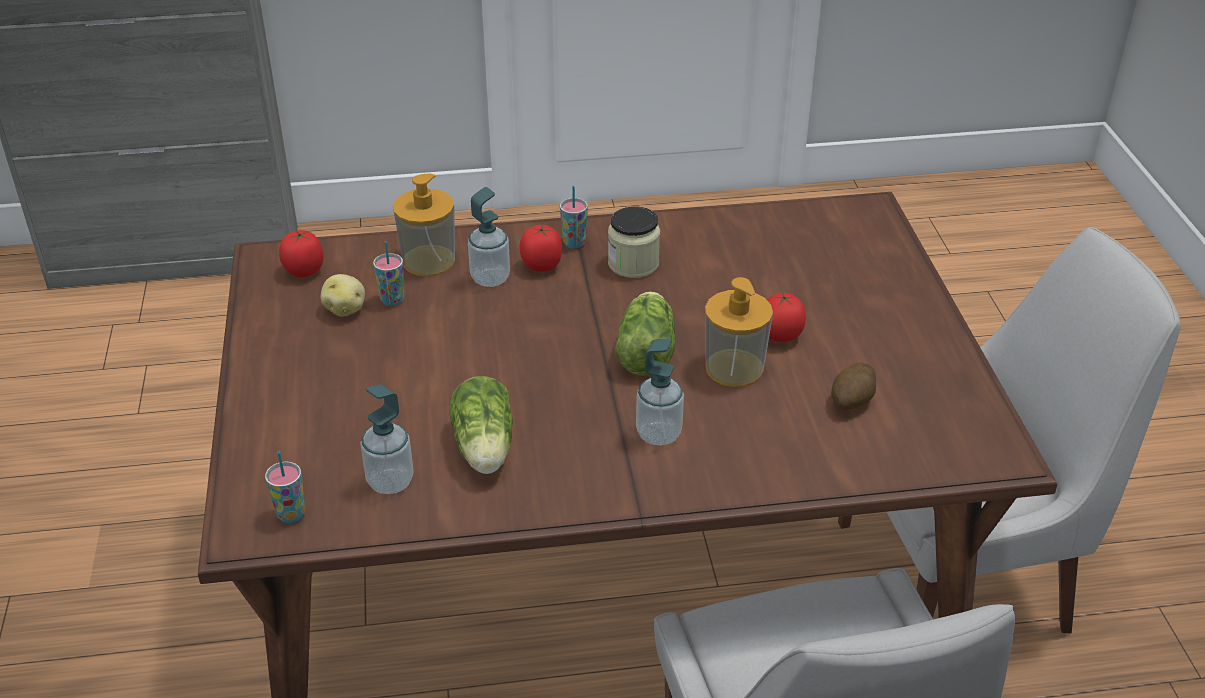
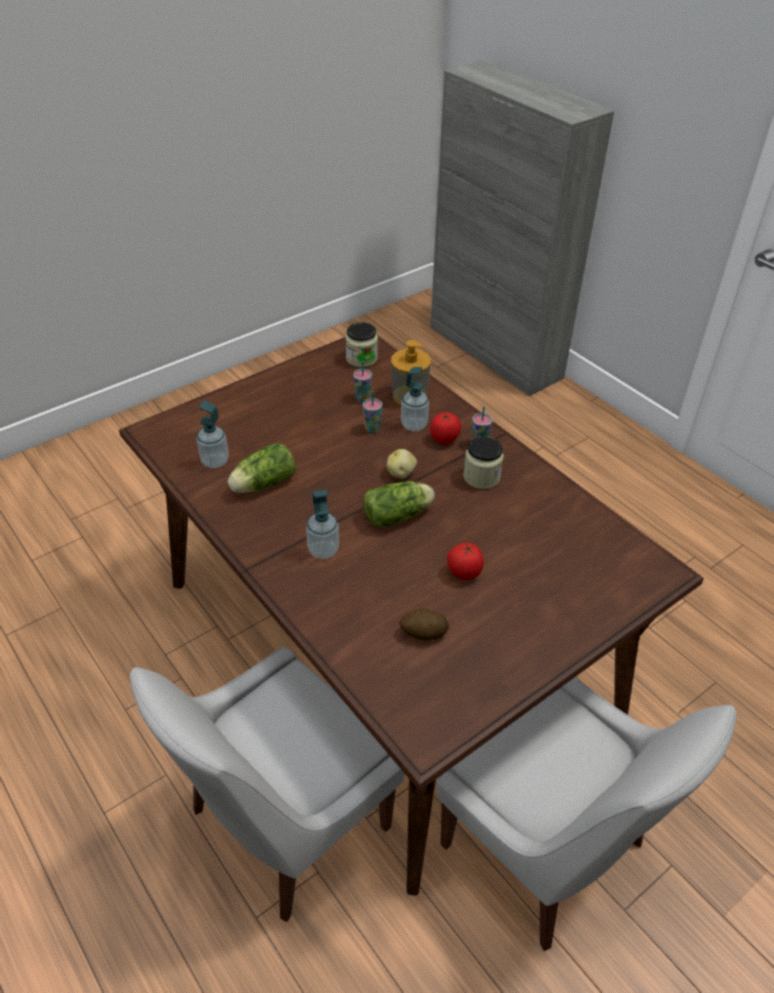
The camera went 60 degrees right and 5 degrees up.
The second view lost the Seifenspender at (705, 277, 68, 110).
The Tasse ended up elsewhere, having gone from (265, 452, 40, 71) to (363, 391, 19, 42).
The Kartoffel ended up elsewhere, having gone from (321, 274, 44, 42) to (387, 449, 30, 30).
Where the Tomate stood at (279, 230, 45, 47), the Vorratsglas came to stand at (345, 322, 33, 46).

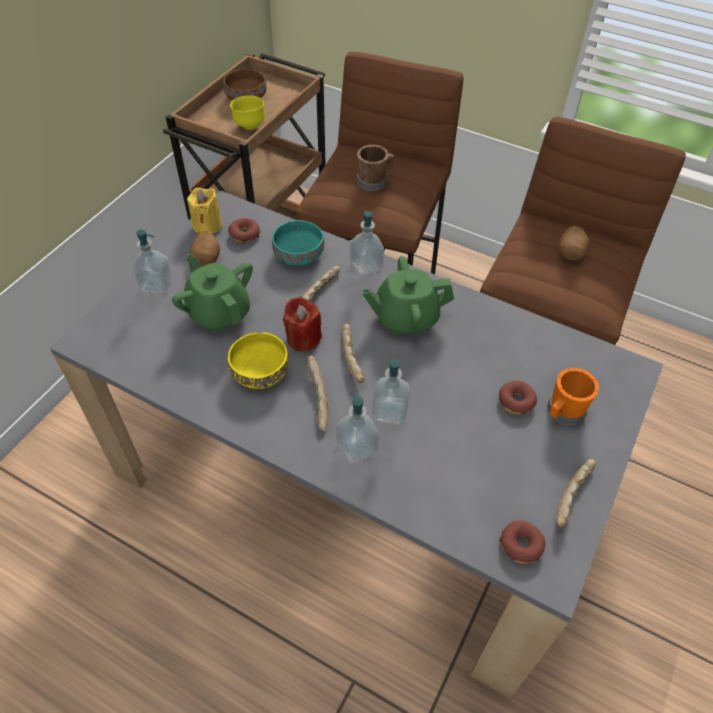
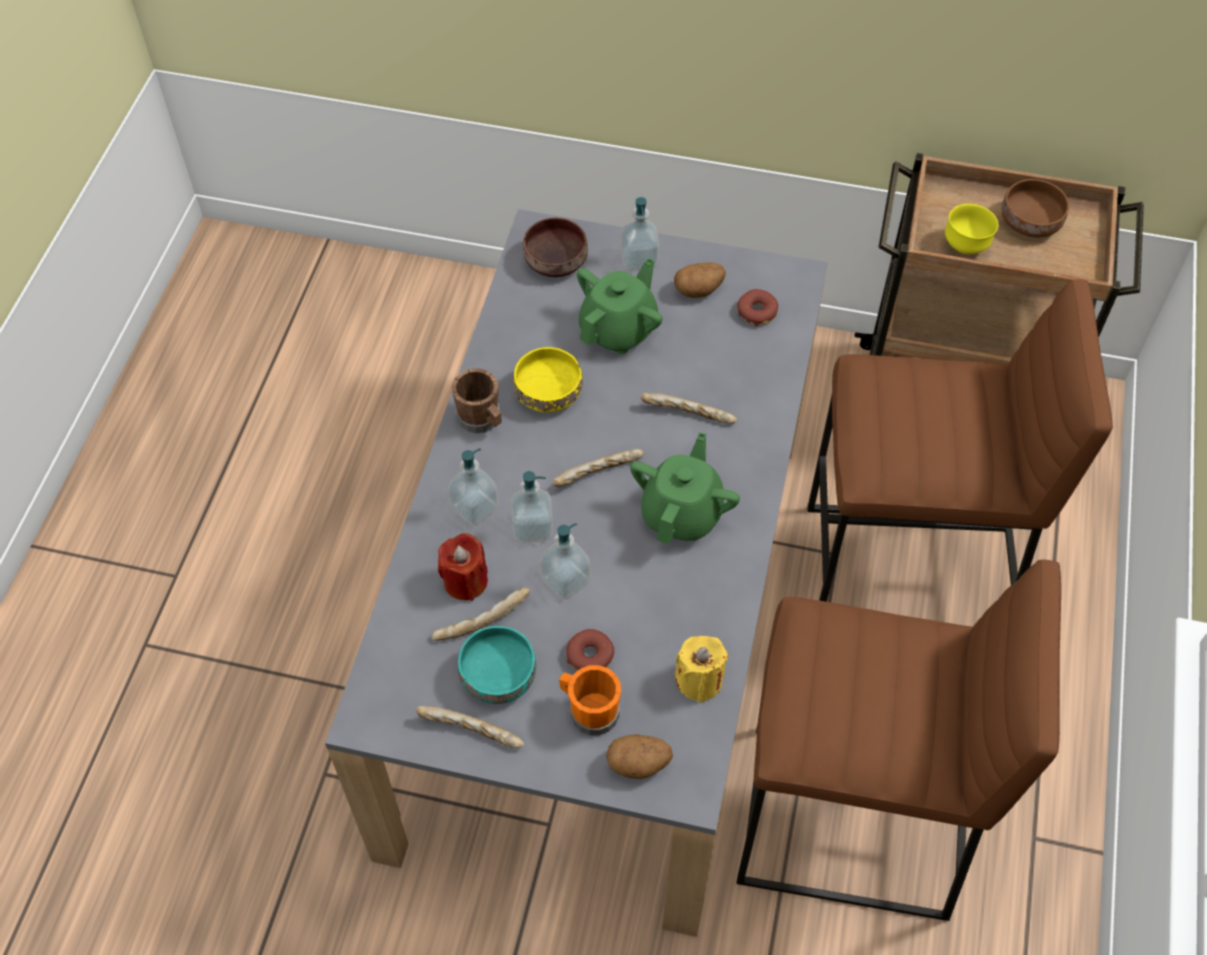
The camera went 75 degrees right and 5 degrees up.
The second view lost the Donut at (499, 520, 46, 44).
The second view gained the Schüssel [braun] at (523, 218, 65, 59).
The Kerze [gelb] ended up elsewhere, having gone from (187, 188, 35, 47) to (675, 636, 53, 67).
The Schüssel [türkis] ended up elsewhere, having gone from (272, 220, 52, 45) to (458, 626, 78, 78).
The Kerze [rot] ended up elsewhere, having gone from (283, 296, 39, 56) to (438, 533, 50, 68).
The Brot ended up elsewhere, having gone from (307, 355, 22, 76) to (432, 587, 98, 54).
The Seifenspender ended up elsewhere, having gone from (350, 210, 34, 65) to (540, 523, 51, 76).
The Henkelbecher [braun] ended up elsewhere, having gone from (357, 145, 38, 46) to (452, 368, 50, 66).
The Kartoffel ended up elsewhere, having gone from (558, 226, 31, 34) to (606, 735, 67, 44).
The Teekanne [grün] at (362, 256, 92, 79) ended up facing another way, 45 degrees clockwise from before.

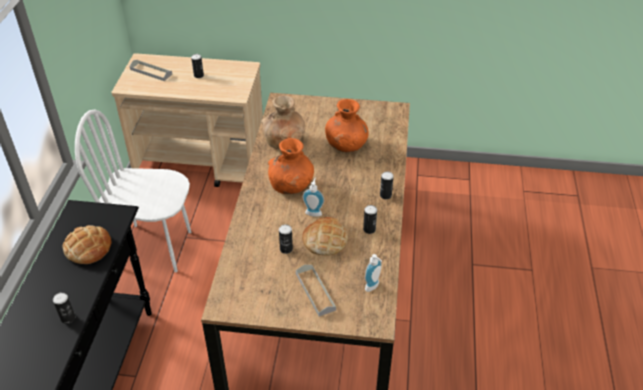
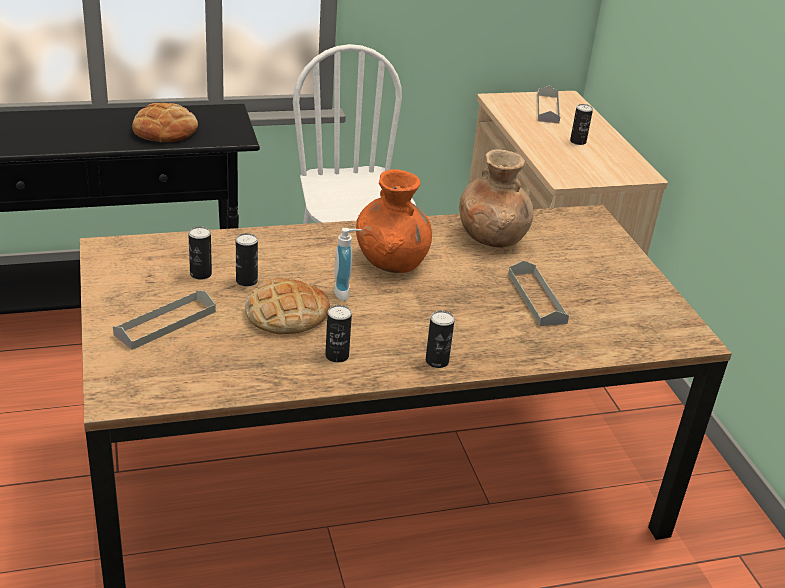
The camera went 65 degrees right and 10 degrees down.
The second view lost the Seifenspender at (365, 254, 17, 38).
The Dose ended up elsewhere, having gone from (53, 292, 22, 32) to (188, 226, 24, 54).
Where the Vase [orange] stood at (325, 99, 44, 53), the Tablett [grau] came to stand at (508, 260, 61, 66).

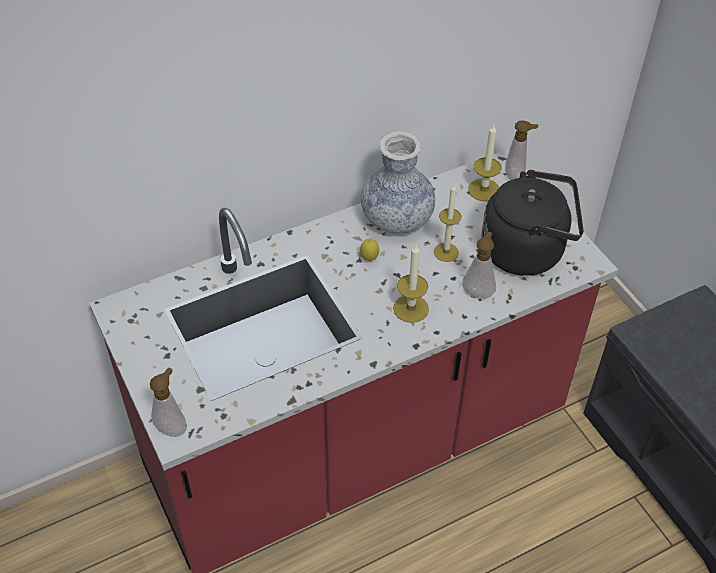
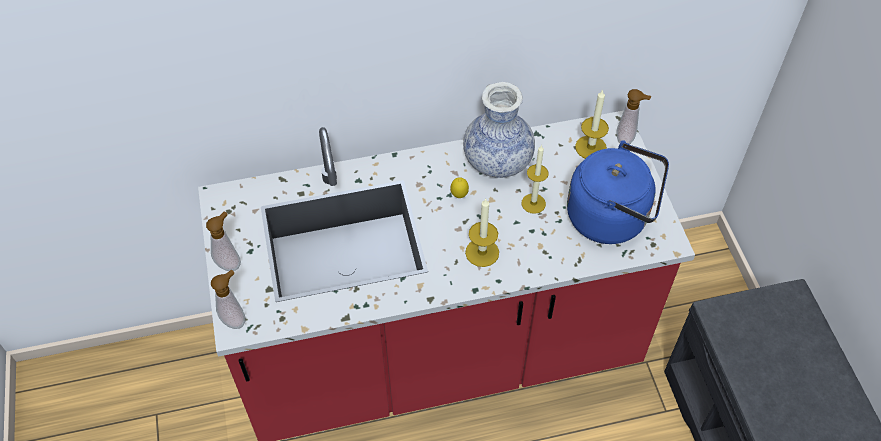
The camera went 15 degrees right and 5 degrees up.
The Seifenspender ended up elsewhere, having gone from (462, 232, 34, 67) to (206, 211, 35, 60).
What was the Wasserkessel [schwarz] at (481, 170, 102, 106) turned into the Wasserkessel [blau] at (567, 140, 102, 104).

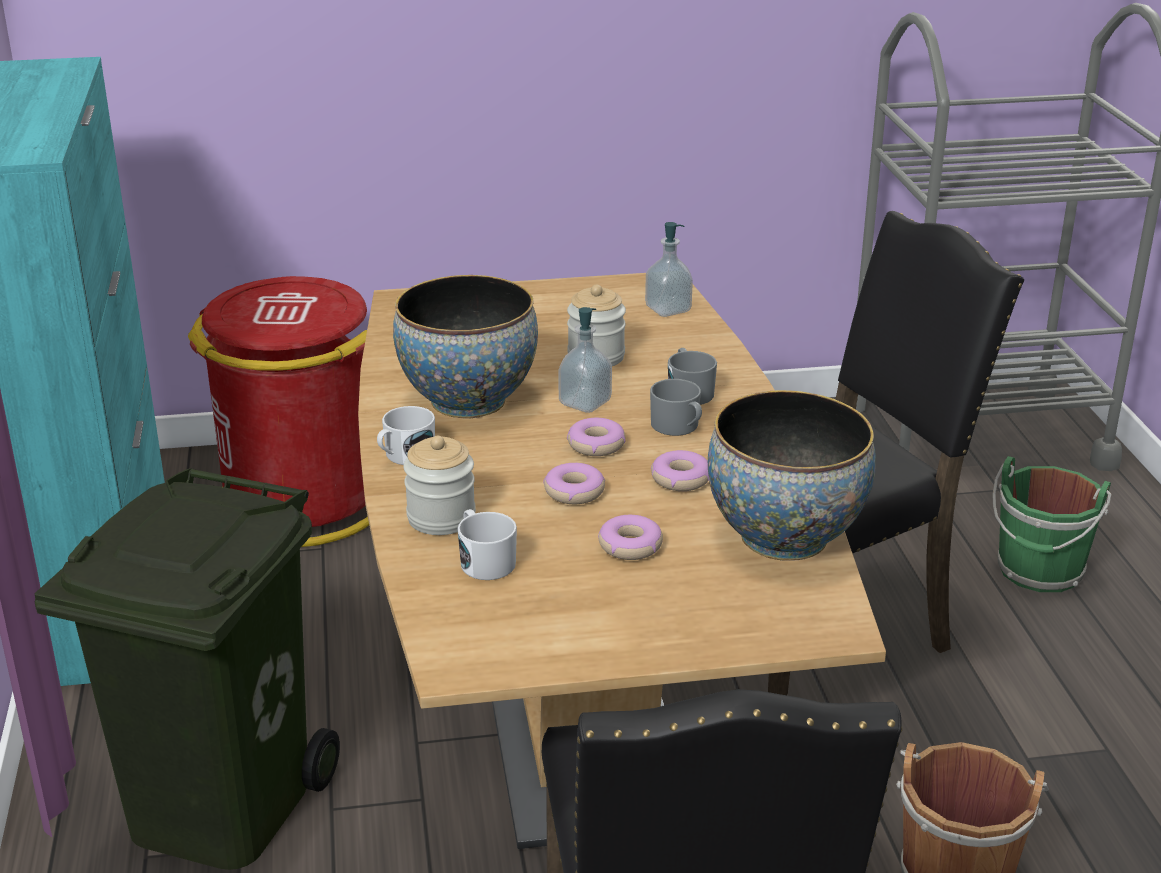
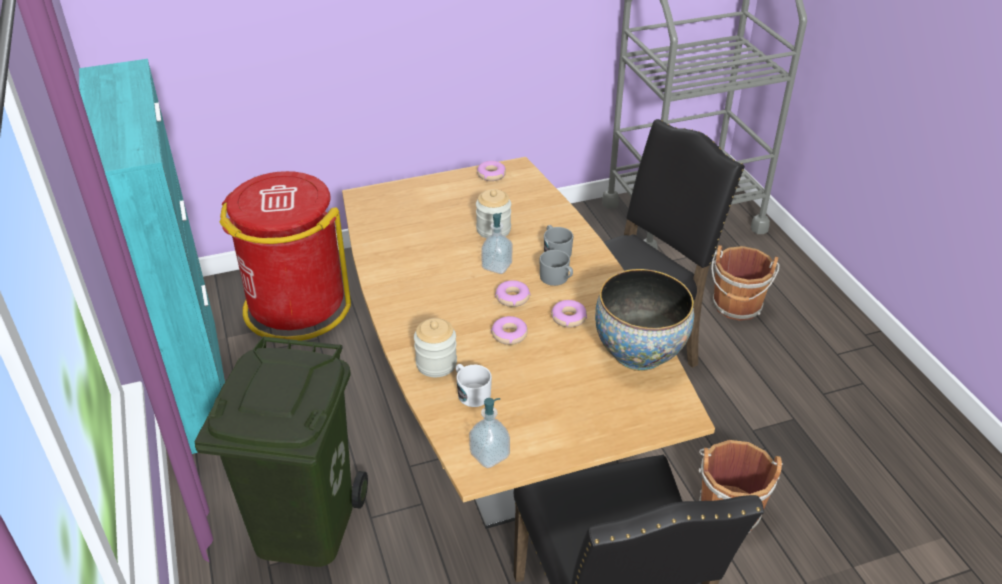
The camera went 10 degrees left and 10 degrees up.
The second view lost the Henkelbecher [weiß] at (377, 406, 58, 59).
The second view lost the Schüssel at (393, 275, 145, 144).
The Donut ended up elsewhere, having gone from (598, 515, 65, 45) to (477, 161, 29, 20).
The Seifenspender ended up elsewhere, having gone from (645, 222, 48, 95) to (469, 398, 41, 70).
What was the Eimer [grün] at (992, 456, 119, 136) turned into the Eimer [braun] at (711, 245, 69, 76).

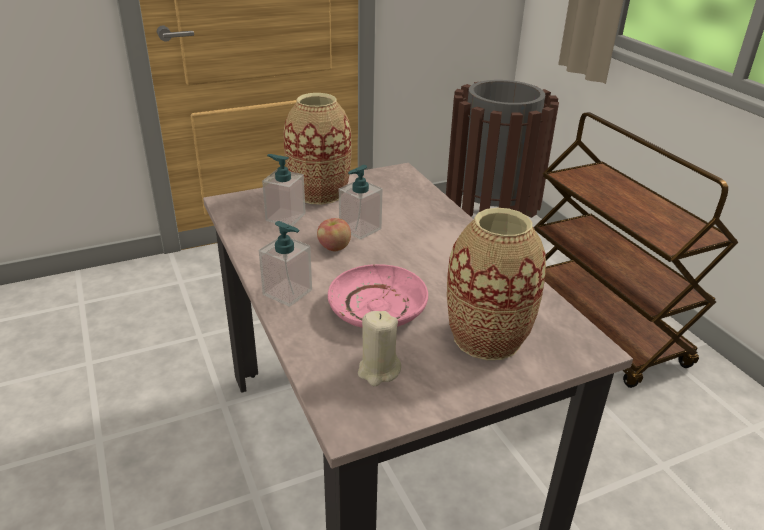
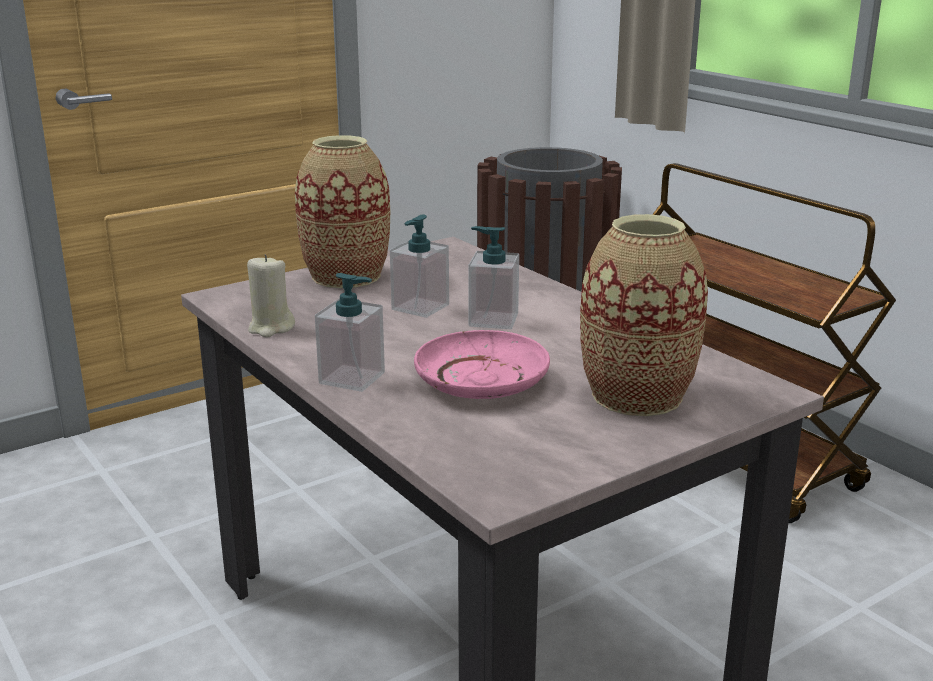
The camera went 10 degrees left and 10 degrees down.
The second view lost the Apfel at (317, 218, 34, 33).
The Seifenspender ended up elsewhere, having gone from (262, 154, 43, 72) to (468, 226, 51, 103).
The Kerze [beige] ended up elsewhere, having gone from (358, 311, 43, 75) to (247, 255, 48, 82).

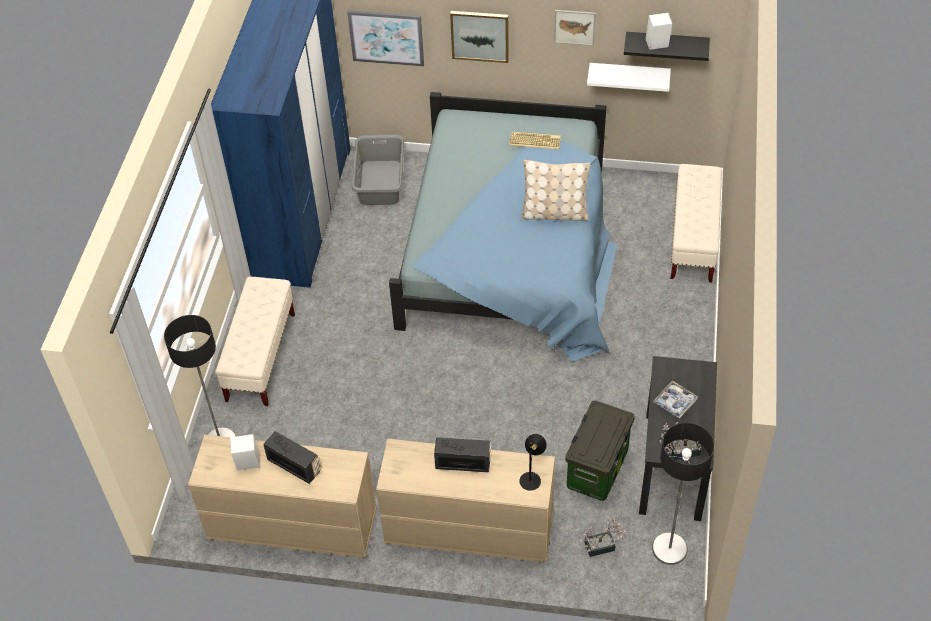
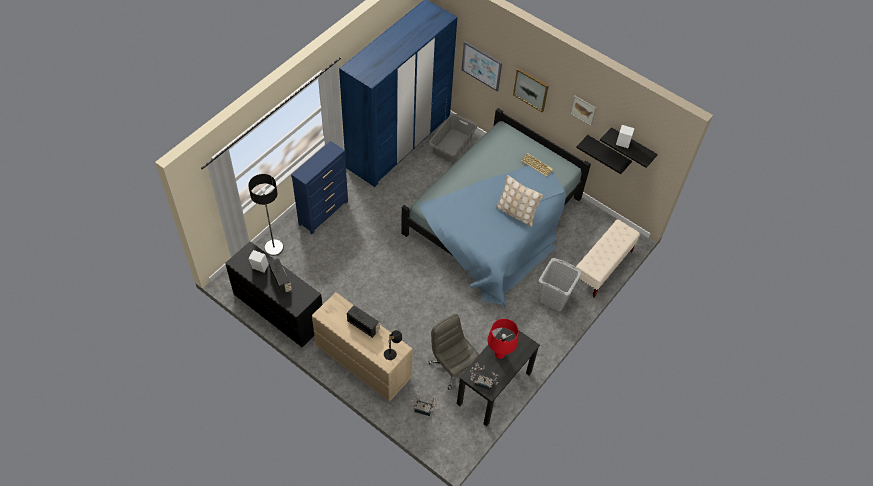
The camera went 25 degrees right and 5 degrees up.
The second view lost the Stehlampe at (652, 423, 62, 142).
The second view gained the Wäschekorb [grau] at (539, 258, 43, 54).
Where the Bank [beige] stood at (215, 277, 80, 129), the Kommode [blau] came to stand at (291, 141, 57, 93).
Where the Aufbewahrungsbox stood at (565, 400, 70, 101), the Bürostuhl [grau] came to stand at (429, 314, 50, 76).
Where the Tablett stood at (653, 381, 45, 38), the Tischlampe [rot] came to stand at (487, 319, 31, 40).
What was the Kommode [beige] at (188, 435, 189, 123) turned into the Kommode [schwarz] at (225, 241, 98, 106).
What was the Wandregal [weiß] at (587, 63, 84, 29) turned into the Wandregal [schwarz] at (576, 135, 56, 39).

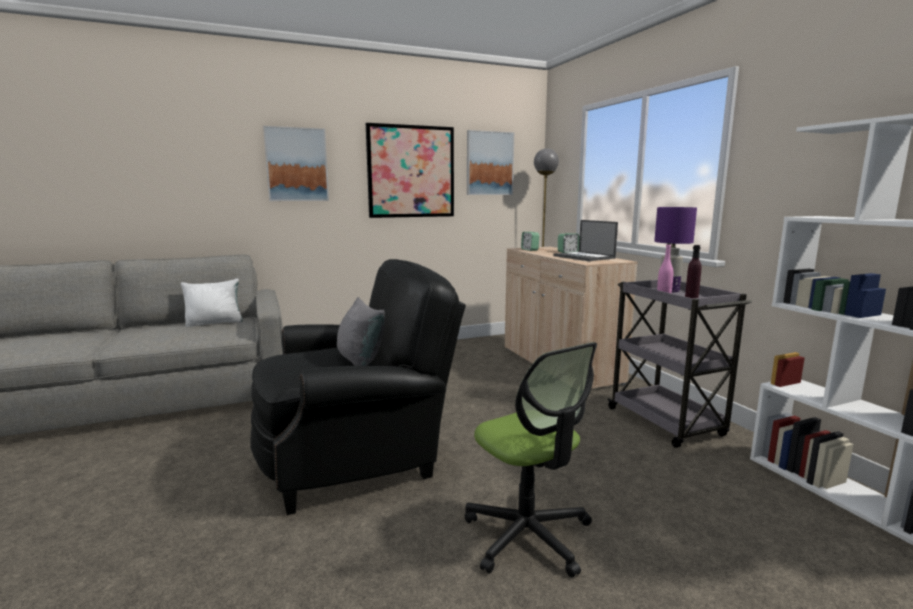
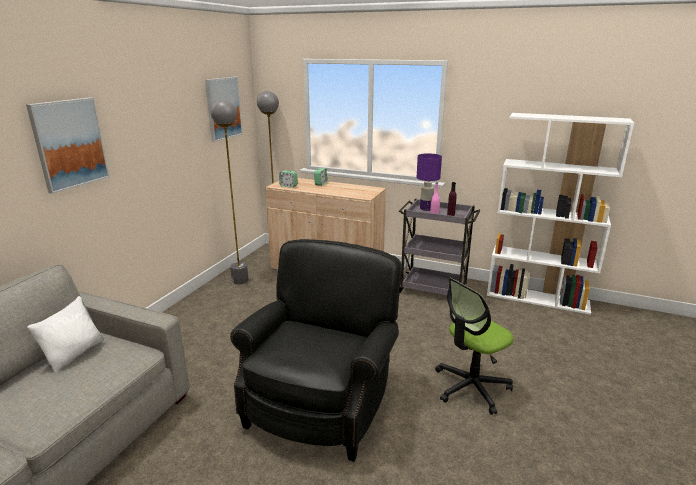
The camera went 45 degrees left and 10 degrees up.
The second view lost the Kissen [grau] at (337, 297, 48, 69).
The second view lost the Bild at (366, 123, 88, 95).
The second view lost the Laptop at (554, 220, 64, 41).
The second view gained the Stehlampe [grau] at (211, 99, 38, 186).
The Bürostuhl at (465, 342, 132, 236) ended up facing another way, 135 degrees clockwise from before.

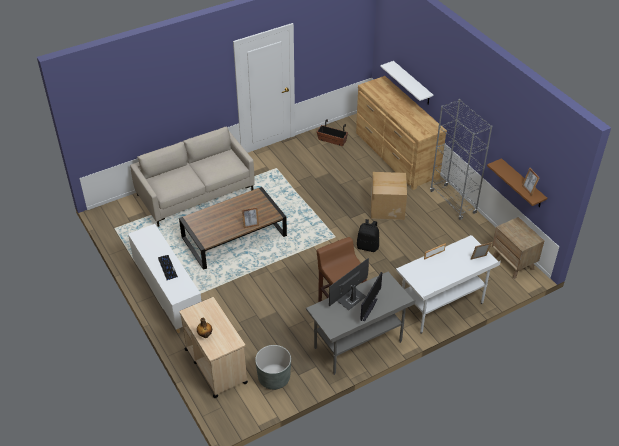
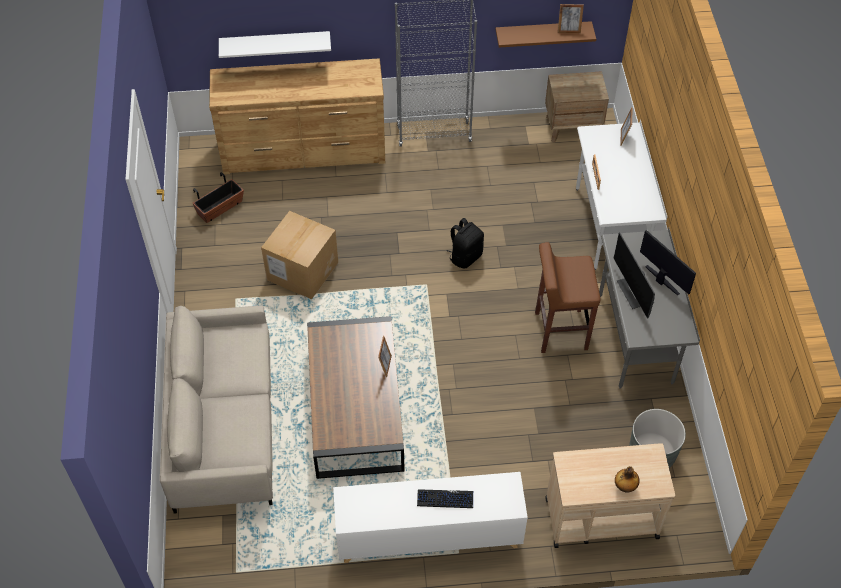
The camera went 65 degrees left and 10 degrees up.
The Karton ended up elsewhere, having gone from (371, 172, 36, 48) to (261, 211, 77, 88).

